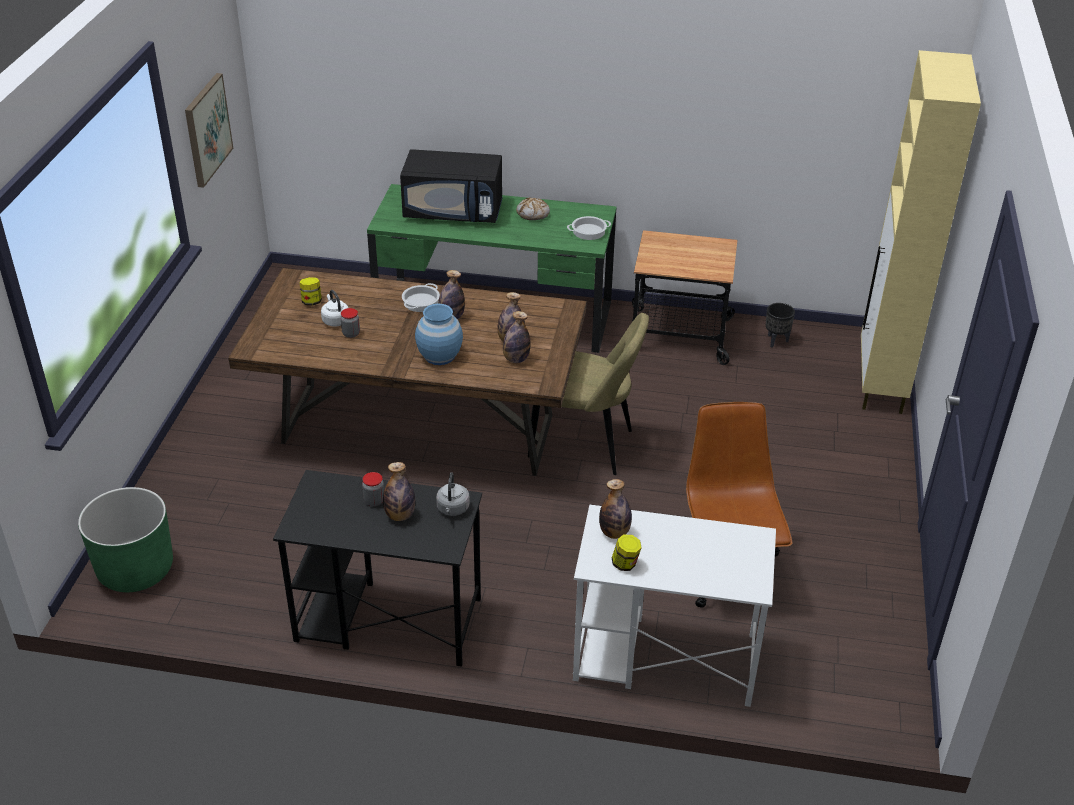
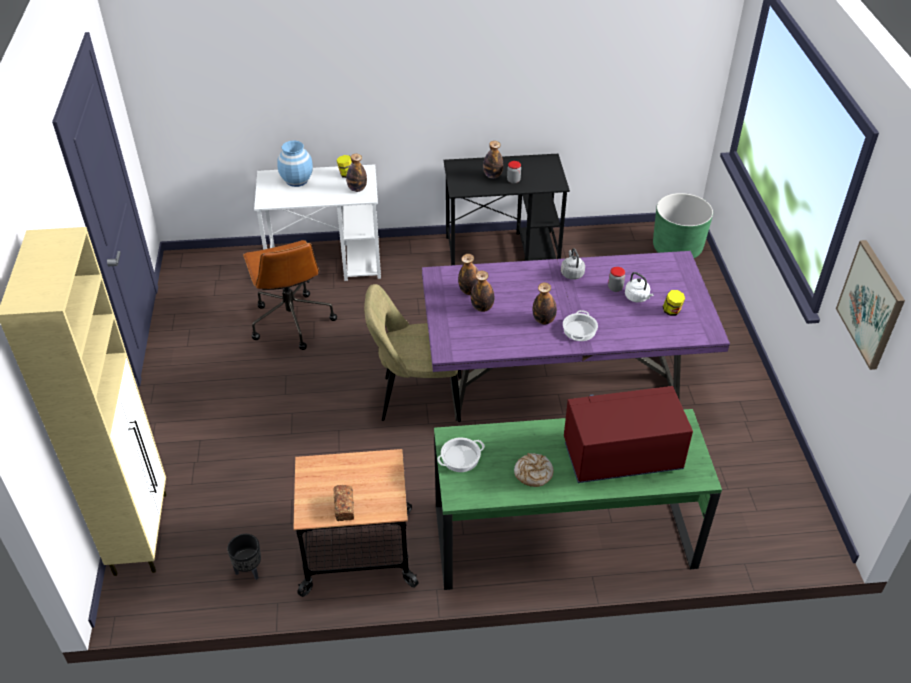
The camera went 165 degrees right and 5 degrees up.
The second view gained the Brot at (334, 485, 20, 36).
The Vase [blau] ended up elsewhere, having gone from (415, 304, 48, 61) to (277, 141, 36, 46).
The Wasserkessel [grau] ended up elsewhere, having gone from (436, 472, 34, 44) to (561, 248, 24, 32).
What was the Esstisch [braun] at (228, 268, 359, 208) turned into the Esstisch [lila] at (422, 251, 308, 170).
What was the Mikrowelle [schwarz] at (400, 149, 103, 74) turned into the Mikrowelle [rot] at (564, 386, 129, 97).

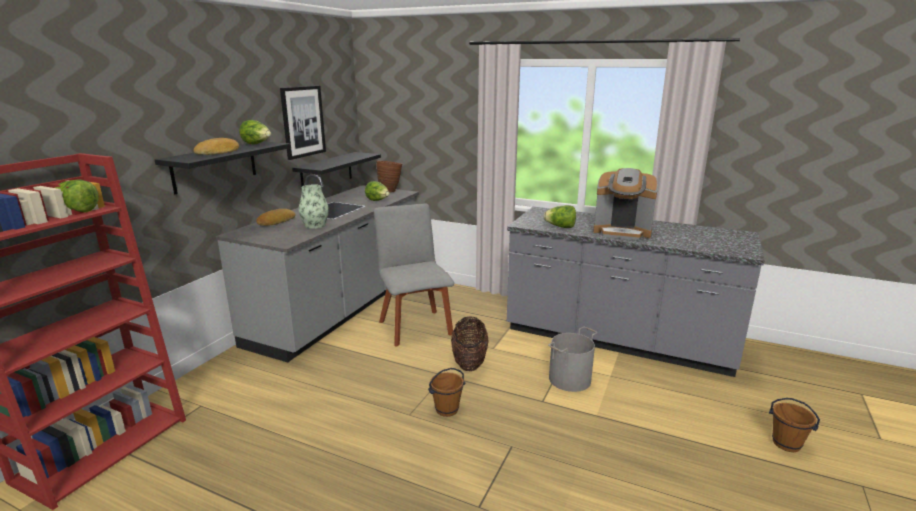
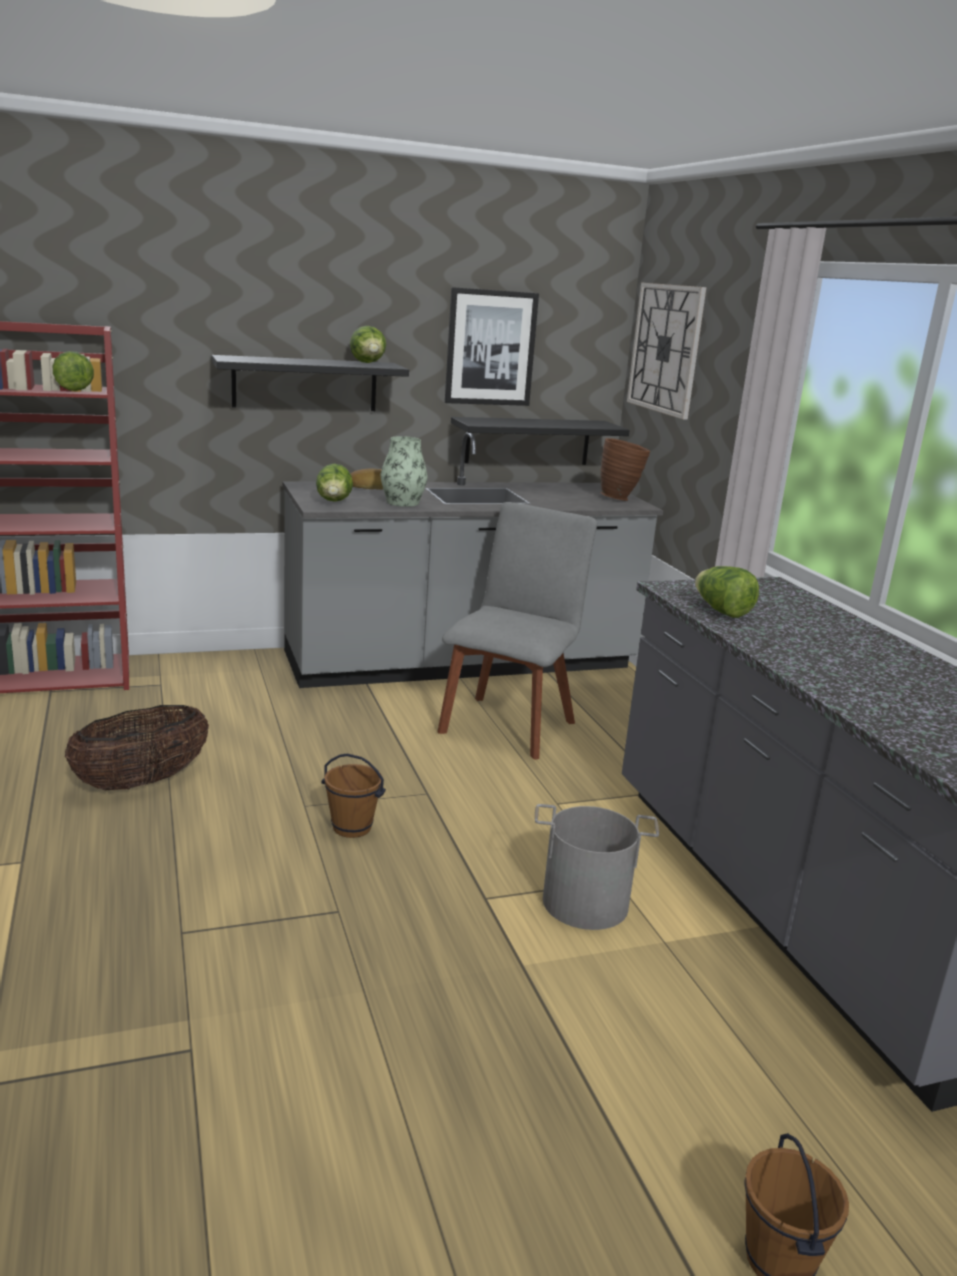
The camera went 45 degrees right and 0 degrees up.
The second view lost the Brot at (193, 138, 46, 17).
The second view lost the Kaffeemaschine at (593, 168, 65, 72).
The second view gained the Wanduhr at (627, 282, 79, 137).
The Salatkopf ended up elsewhere, having gone from (365, 181, 25, 20) to (316, 464, 37, 38).
The Korb ended up elsewhere, having gone from (451, 316, 38, 55) to (65, 705, 144, 85).

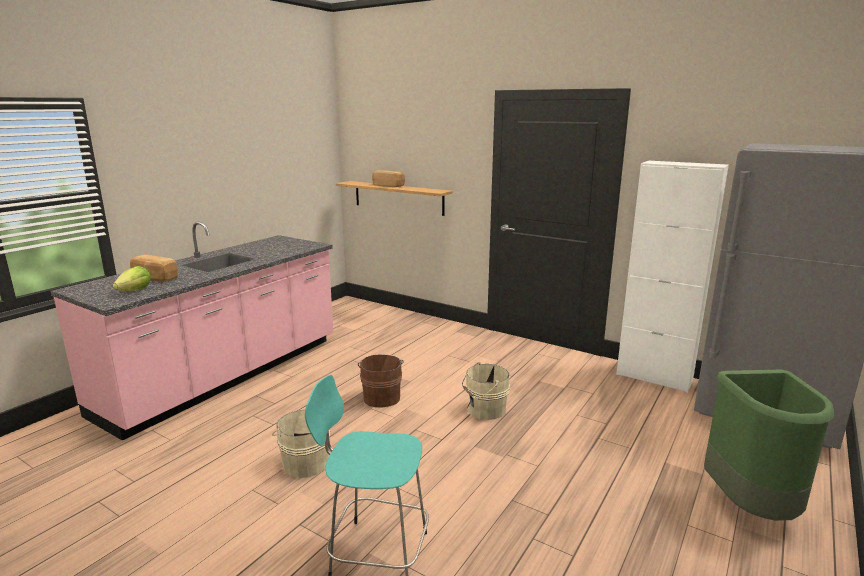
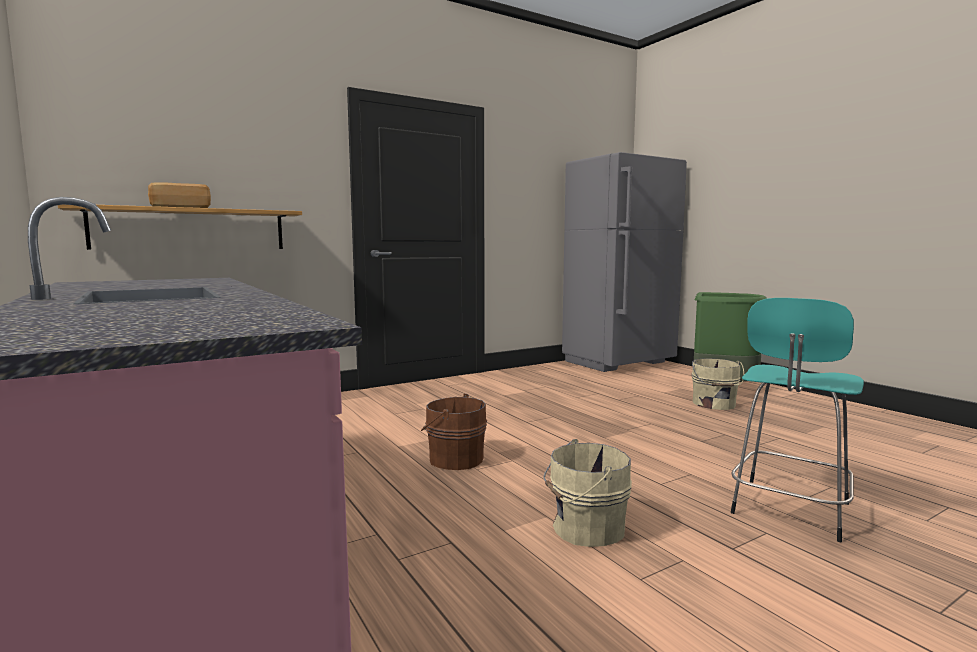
The camera went 65 degrees left and 10 degrees down.
The second view lost the Salatkopf at (113, 266, 38, 25).
The second view lost the Brot at (130, 254, 48, 27).
The second view lost the Schrank [weiß] at (616, 161, 113, 232).
The Eimer [beige] ended up elsewhere, having gone from (462, 362, 48, 58) to (691, 358, 53, 52).

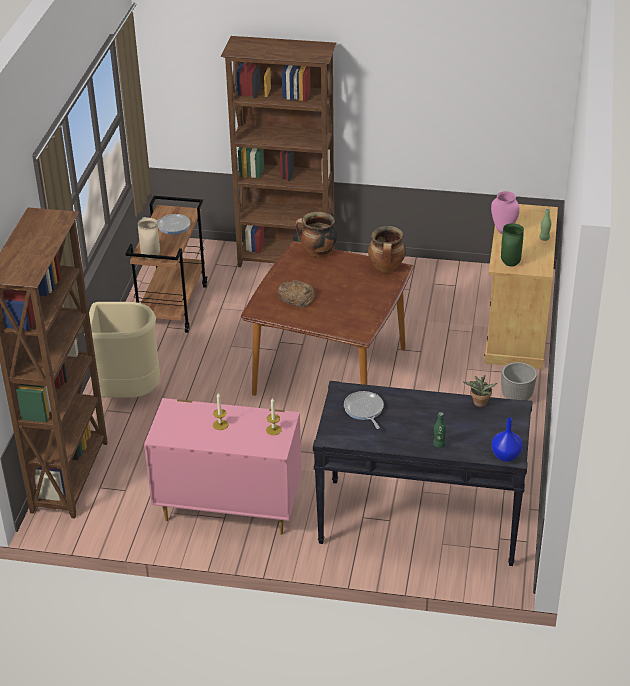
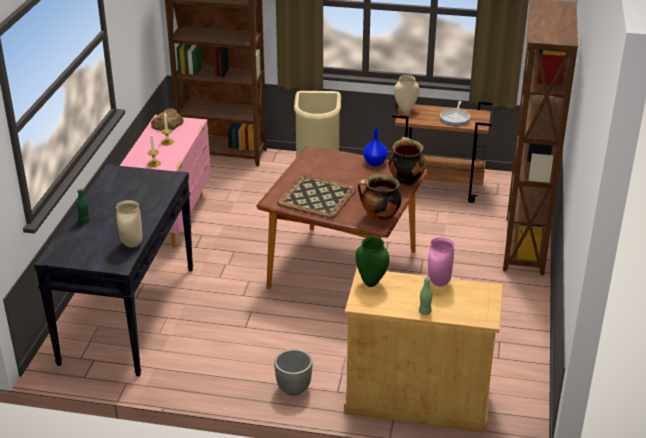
The camera went 90 degrees right and 5 degrees down.
The second view lost the Pfanne at (344, 391, 40, 38).
The second view gained the Tablett at (277, 175, 80, 43).
The Brot ended up elsewhere, having gone from (279, 280, 36, 28) to (151, 108, 33, 23).
The Vase [blau] ended up elsewhere, having gone from (492, 417, 31, 45) to (363, 127, 24, 39).
Where the Topfpflanze stood at (462, 375, 35, 32), the Vase [beige] came to stand at (116, 200, 26, 47).

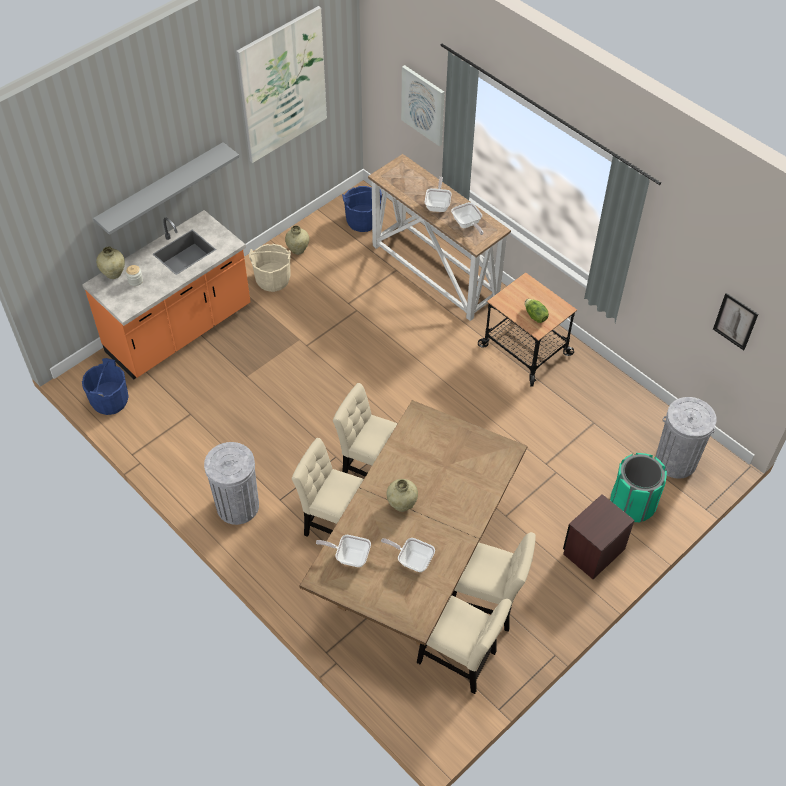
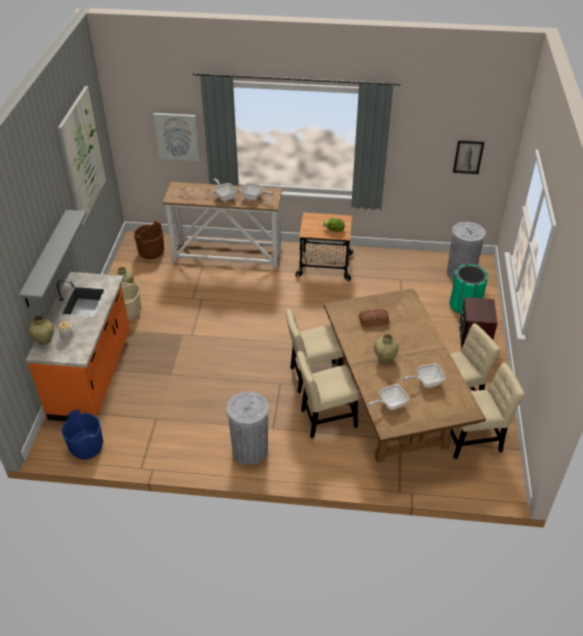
The camera went 40 degrees left and 10 degrees down.
The second view gained the Brot at (359, 309, 30, 18).
What was the Eimer [blau] at (342, 186, 40, 46) turned into the Eimer [braun] at (134, 221, 30, 38).

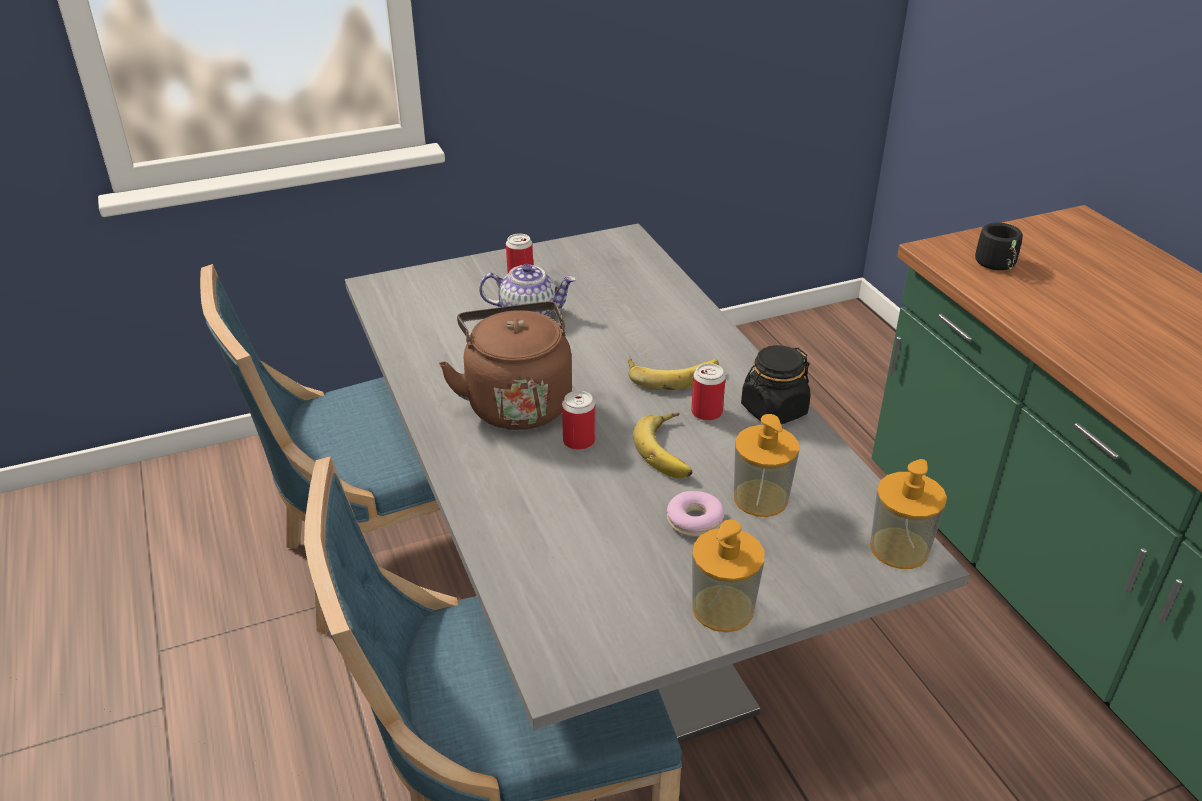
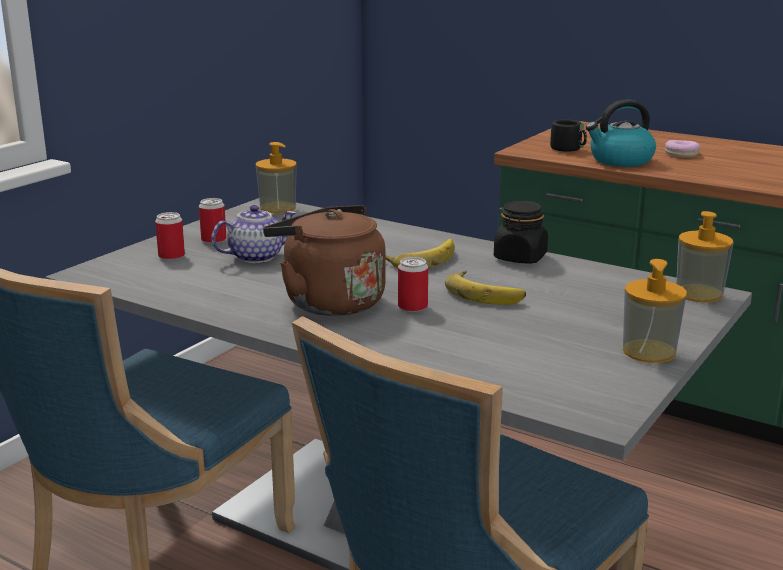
The camera went 35 degrees left and 15 degrees down.
The second view gained the Wasserkessel at (586, 99, 70, 68).
The Donut ended up elsewhere, having gone from (667, 491, 57, 46) to (665, 140, 35, 18).
The Dose ended up elsewhere, having gone from (691, 363, 35, 58) to (155, 212, 30, 48).
The Seifenspender ended up elsewhere, having gone from (734, 414, 65, 103) to (256, 142, 41, 71).

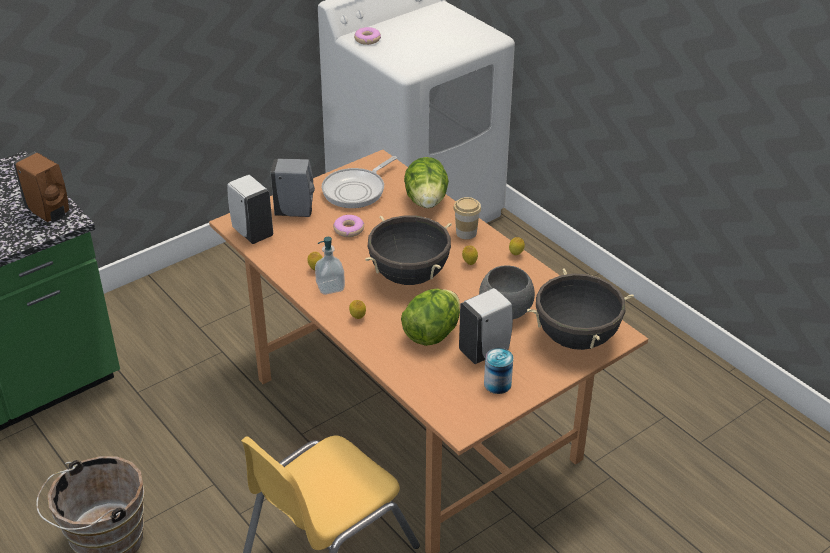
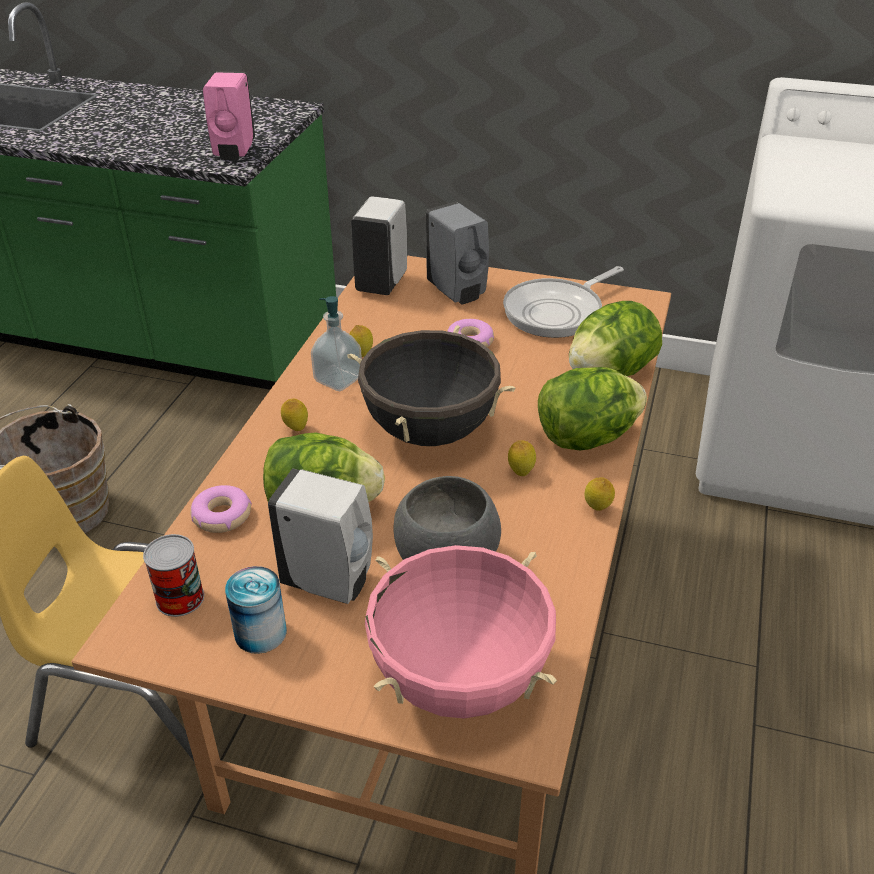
The camera went 55 degrees right and 0 degrees up.
The second view gained the Dose at (143, 534, 61, 83).
The Donut ended up elsewhere, having gone from (354, 27, 27, 18) to (190, 485, 62, 48).
Where the Tasse stood at (453, 197, 28, 42), the Salatkopf came to stand at (538, 367, 109, 83).
What was the Seifenspender [braun] at (14, 152, 55, 70) turned into the Seifenspender [rosa] at (203, 71, 52, 89).
What was the Kochtopf [schwarz] at (527, 269, 107, 81) turned into the Kochtopf [rosa] at (365, 545, 192, 174).
The Pfanne at (321, 156, 76, 52) ended up facing another way, 45 degrees counterclockwise from before.

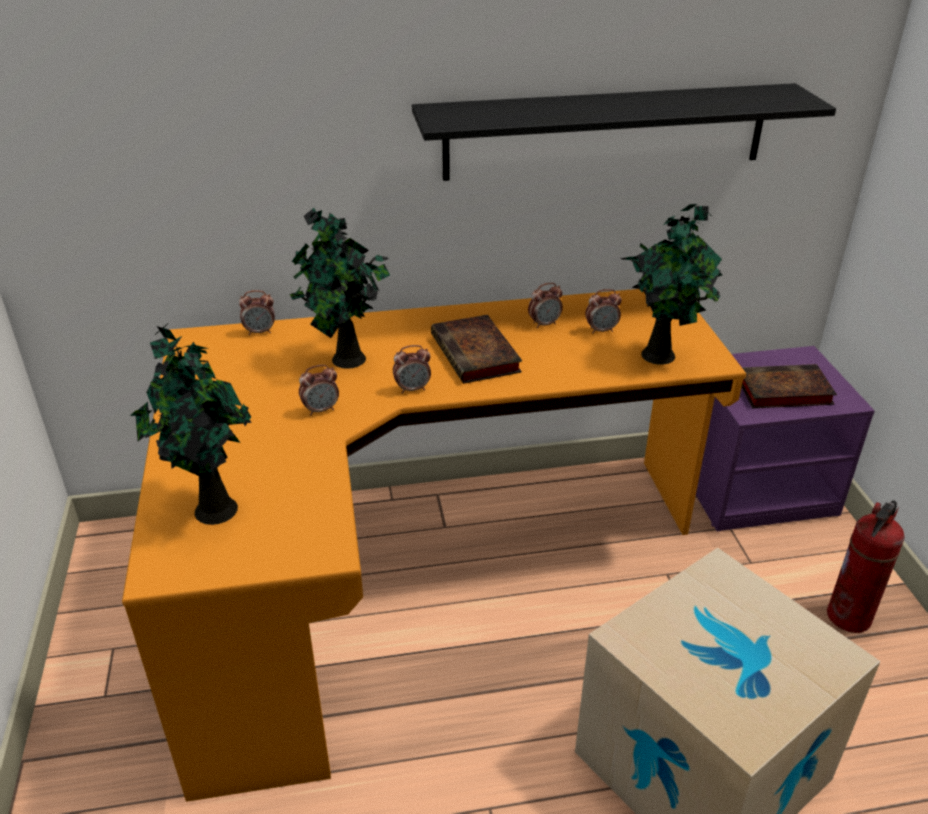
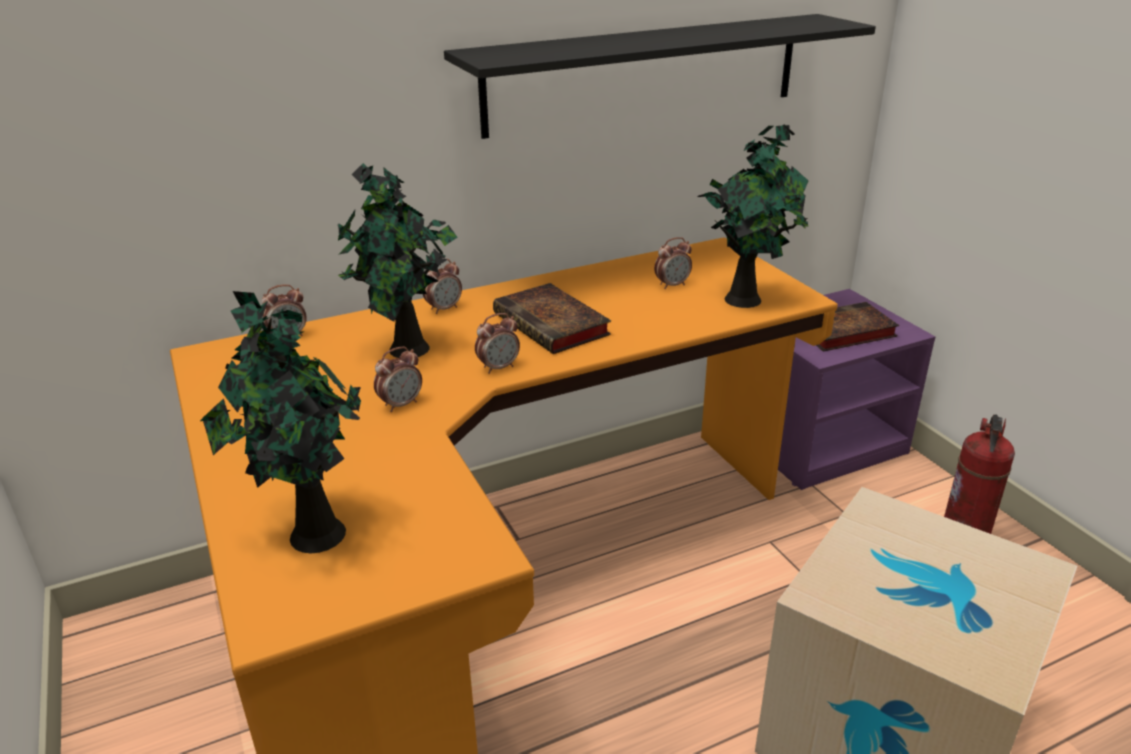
The camera went 15 degrees left and 5 degrees down.
The Wecker ended up elsewhere, having gone from (528, 283, 35, 45) to (423, 259, 39, 55).

